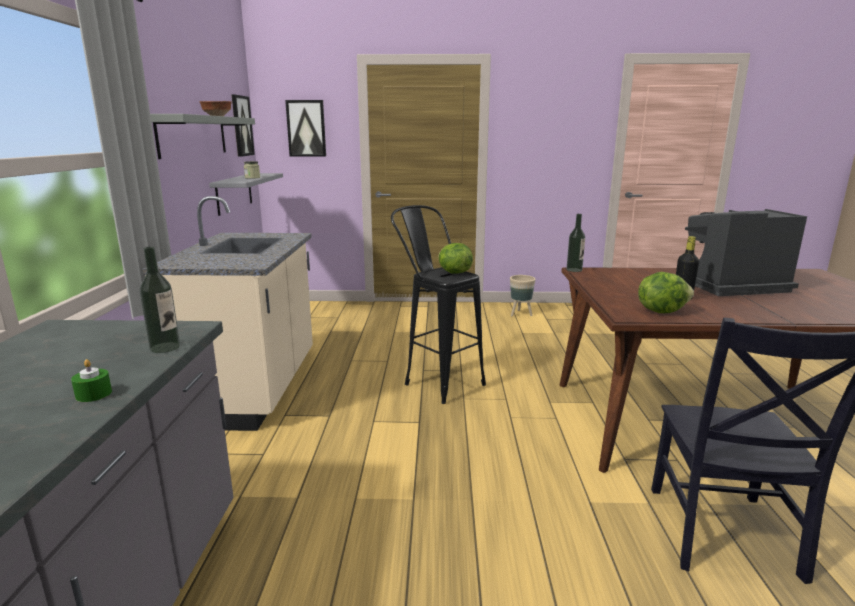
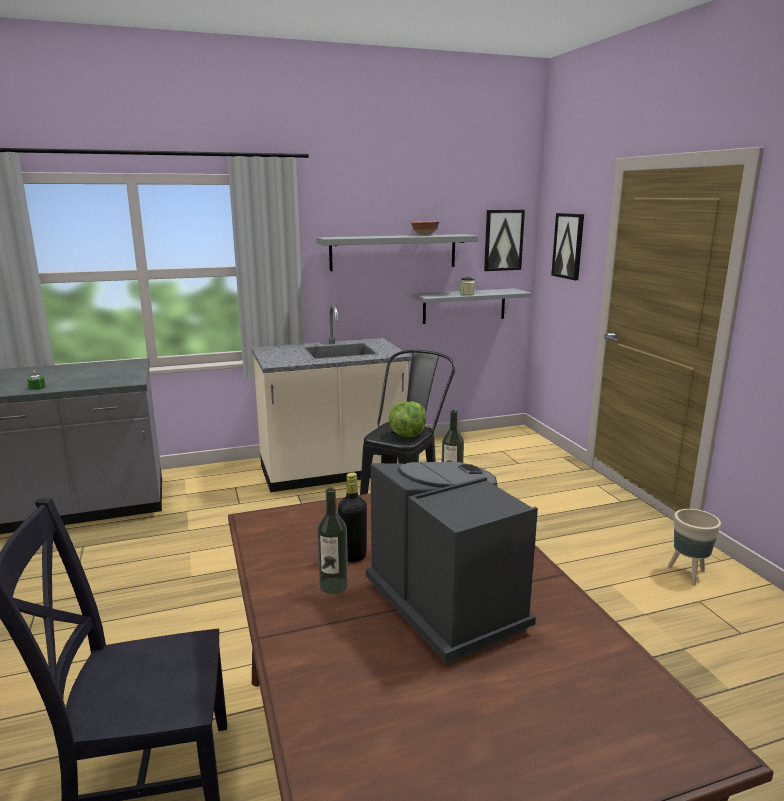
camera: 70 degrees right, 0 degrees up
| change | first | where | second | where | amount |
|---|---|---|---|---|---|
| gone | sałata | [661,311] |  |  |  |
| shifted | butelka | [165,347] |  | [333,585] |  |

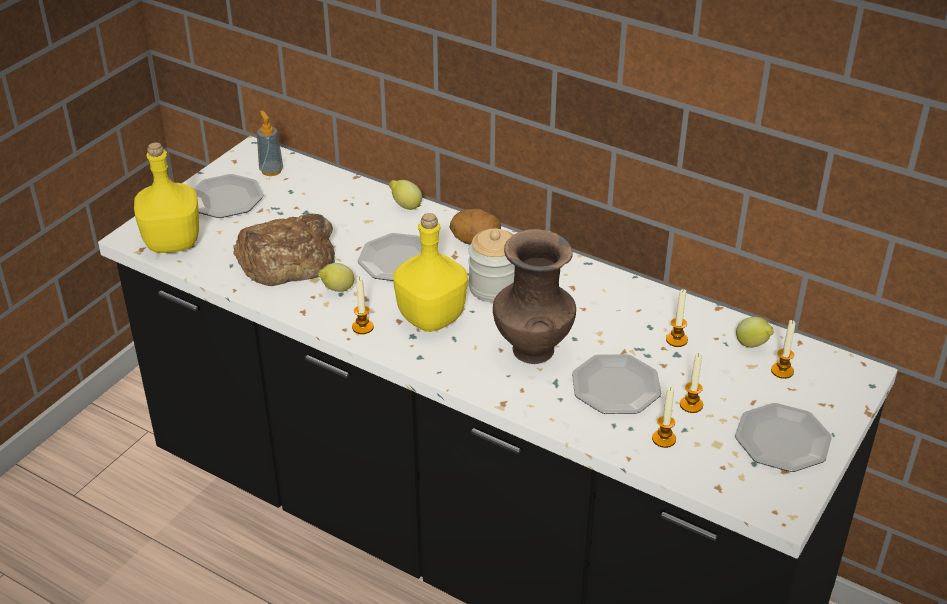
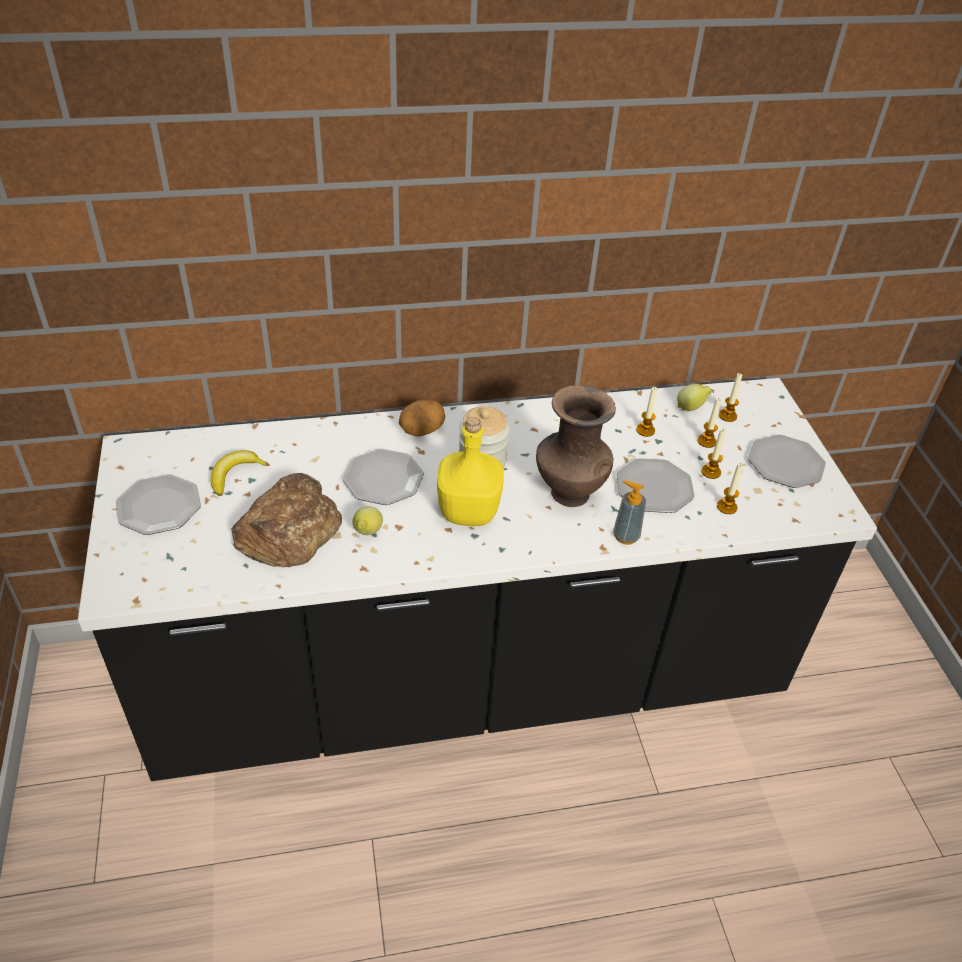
camera: 45 degrees left, 5 degrees up
| change | first | where | second | where | amount |
|---|---|---|---|---|---|
| gone | butelka/żółty | [172,242] |  |  |  |
| gone | cytryna | [405,206] |  |  |  |
| new |  |  | banan | [235,475] |  |
| shifted | dozownik mydła | [271,170] |  | [626,536] |  |
| shifted | świeca | [362,327] |  | [706,441] |  |

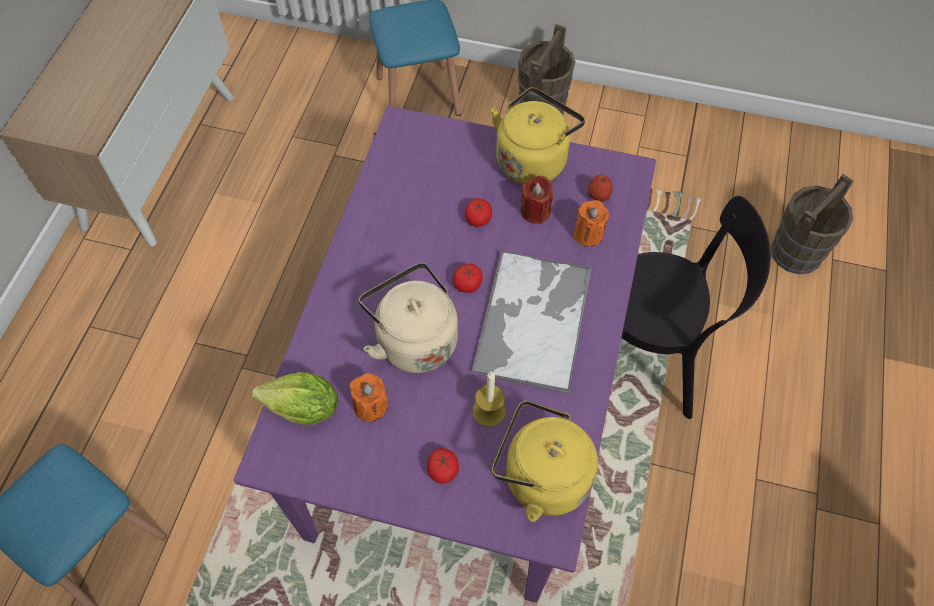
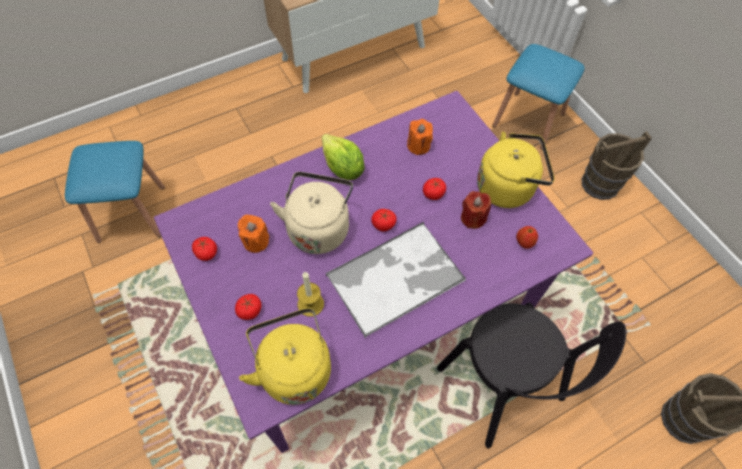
camera: 45 degrees right, 0 degrees up
| change | first | where | second | where | amount |
|---|---|---|---|---|---|
| new |  |  | pomidor | [206,252] |  |
| shifted | sałata | [304,409] |  | [342,168] |  |
| shifted | świeca/pomarańczowy | [588,234] |  | [418,146] |  |

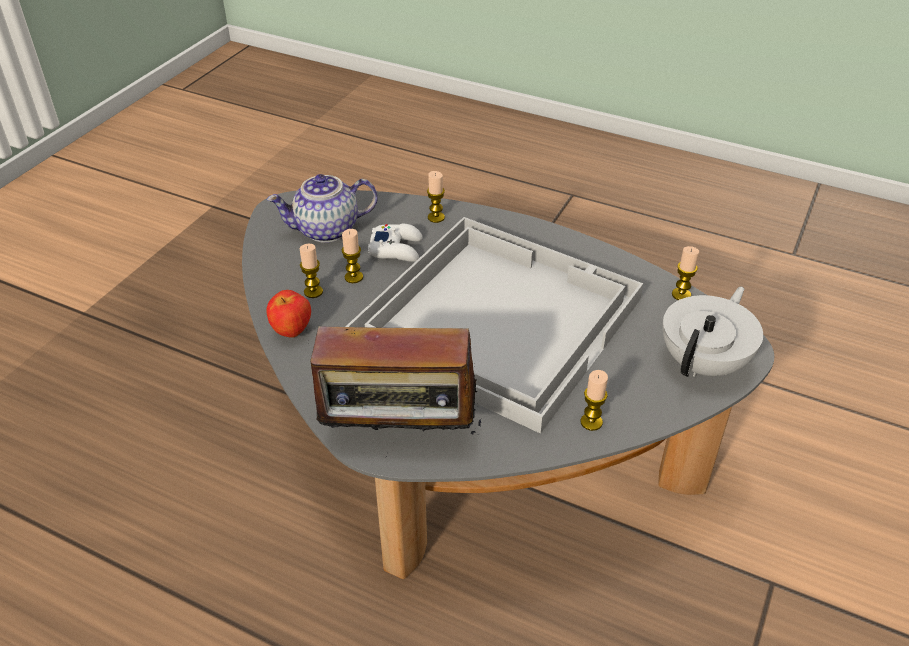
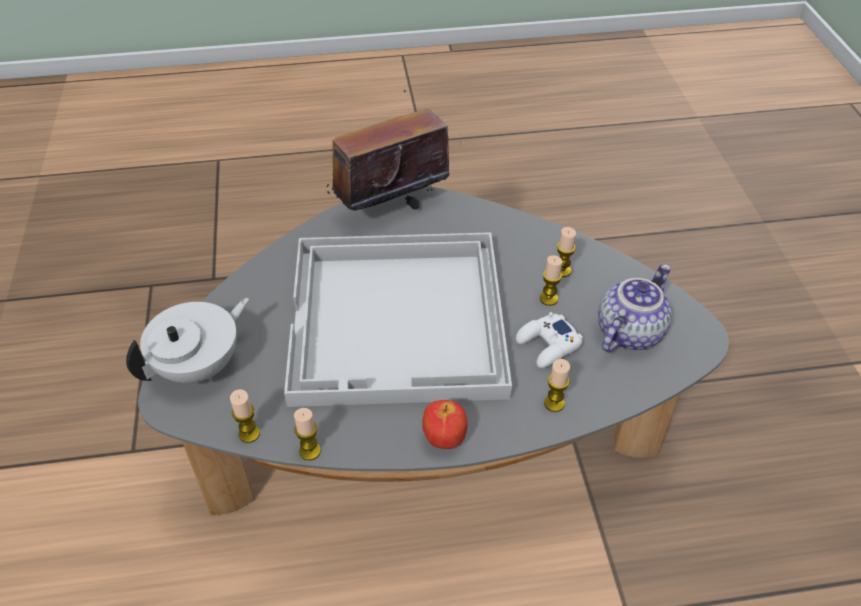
camera: 145 degrees right, 5 degrees up
| change | first | where | second | where | amount |
|---|---|---|---|---|---|
| shifted | jabłko | [292,332] |  | [443,439] |  |
| shifted | świeca | [591,422] |  | [310,451] |  |
| rotated | imbryk/biały | [704,363] |  | [200,366] | 135 degrees counterclockwise |

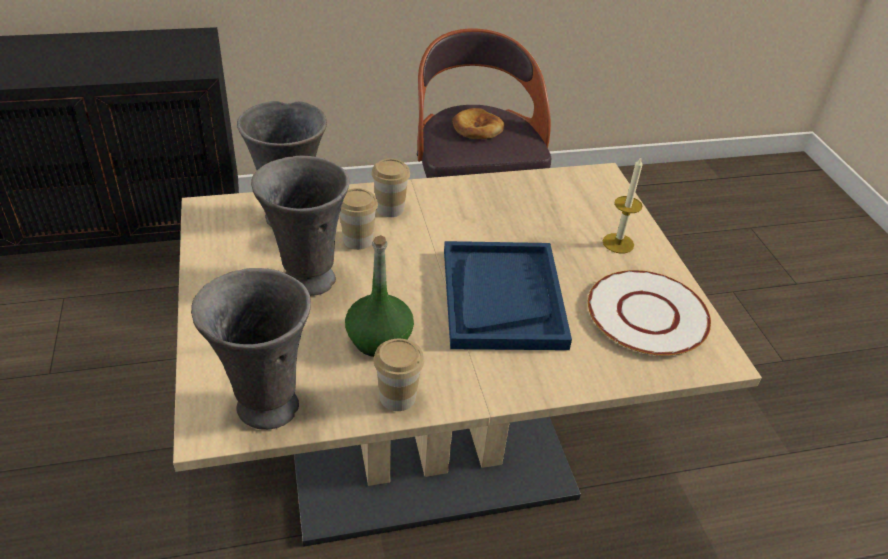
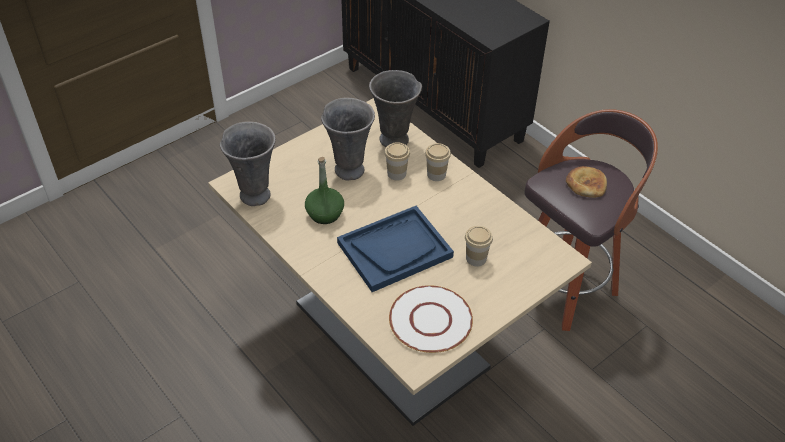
camera: 65 degrees right, 5 degrees up
| change | first | where | second | where | amount |
|---|---|---|---|---|---|
| gone | świeca | [618,243] |  |  |  |
| shifted | filiżanka | [397,397] |  | [476,258] |  |

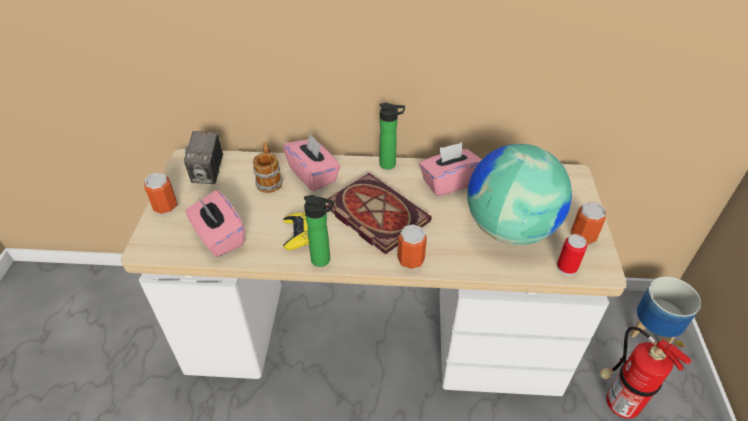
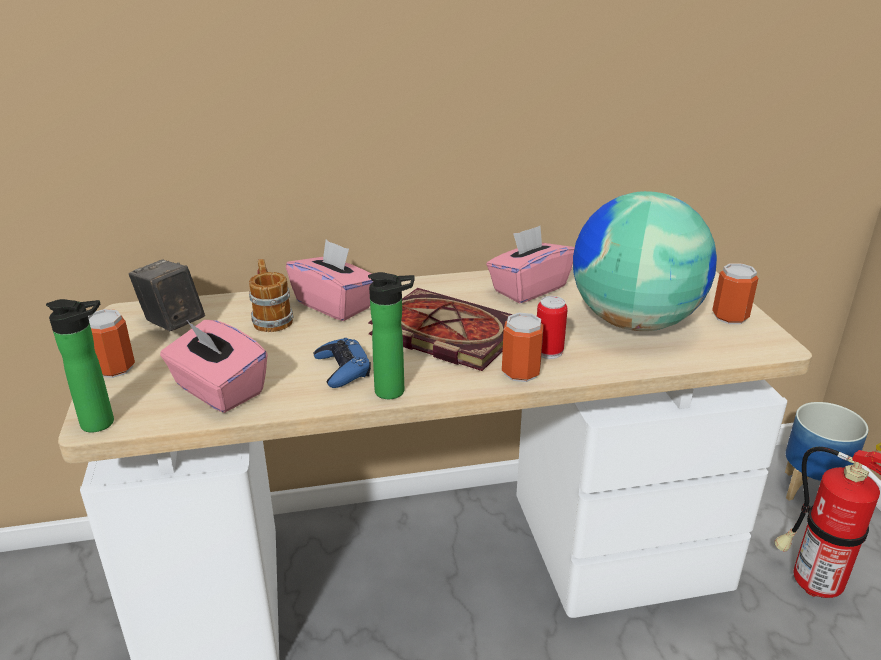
camera: 15 degrees left, 15 degrees down
| change | first | where | second | where | amount |
|---|---|---|---|---|---|
| shifted | butelka | [390,165] |  | [103,423] |  |
| shifted | puszka | [566,267] |  | [548,351] |  |
| repainted | pad do gier/żółty | [298,234] | pad do gier/niebieski | [343,369] |  |
| rotated | aparat fotograficzny | [208,173] |  | [172,323] | 150 degrees clockwise |

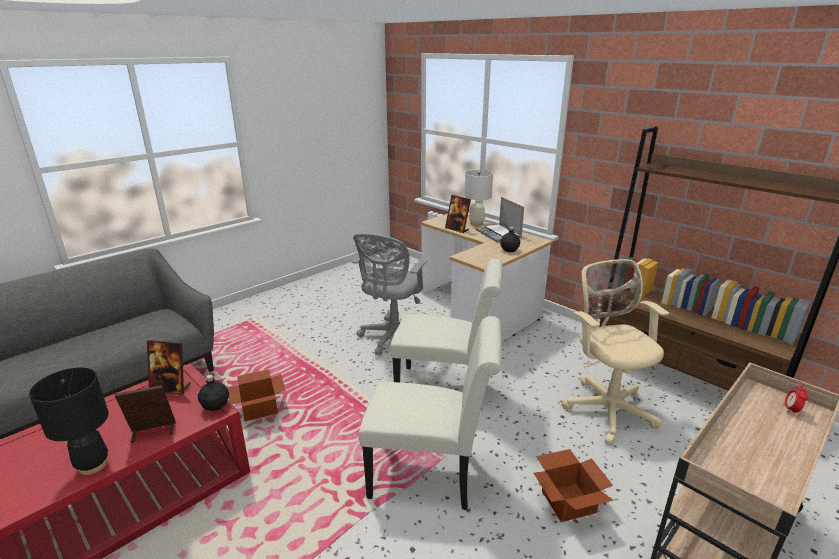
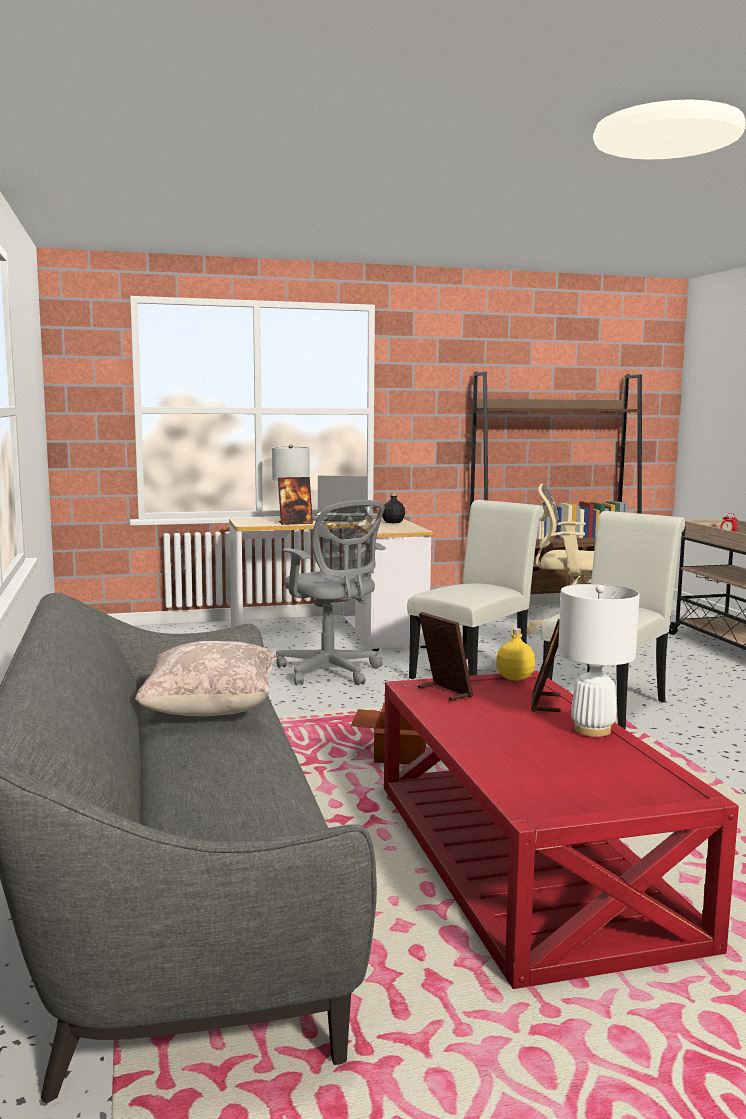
camera: 60 degrees left, 15 degrees down
| change | first | where | second | where | amount |
|---|---|---|---|---|---|
| gone | karton | [568,500] |  |  |  |
| new |  |  | poduszka/beżowy | [211,711] |  |
| repainted | lampa stołowa/czarny | [92,465] | lampa stołowa/biały | [592,730] |  |
| repainted | butelka/czarny | [216,405] | butelka/żółty | [515,677] |  |
| rotated | ramka na zdjęcie | [171,388] |  | [444,692] | 75 degrees counterclockwise |

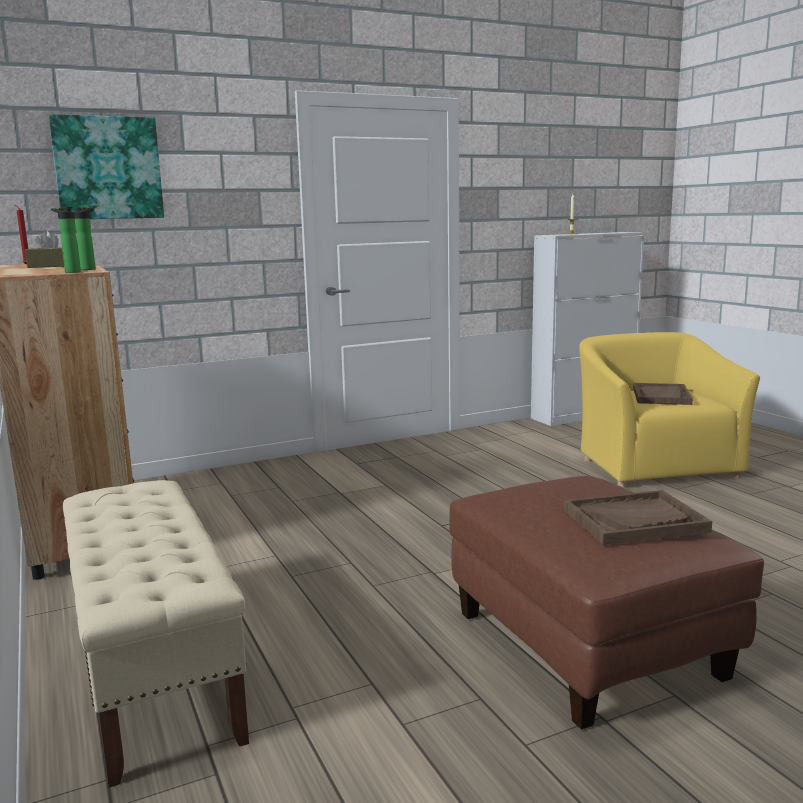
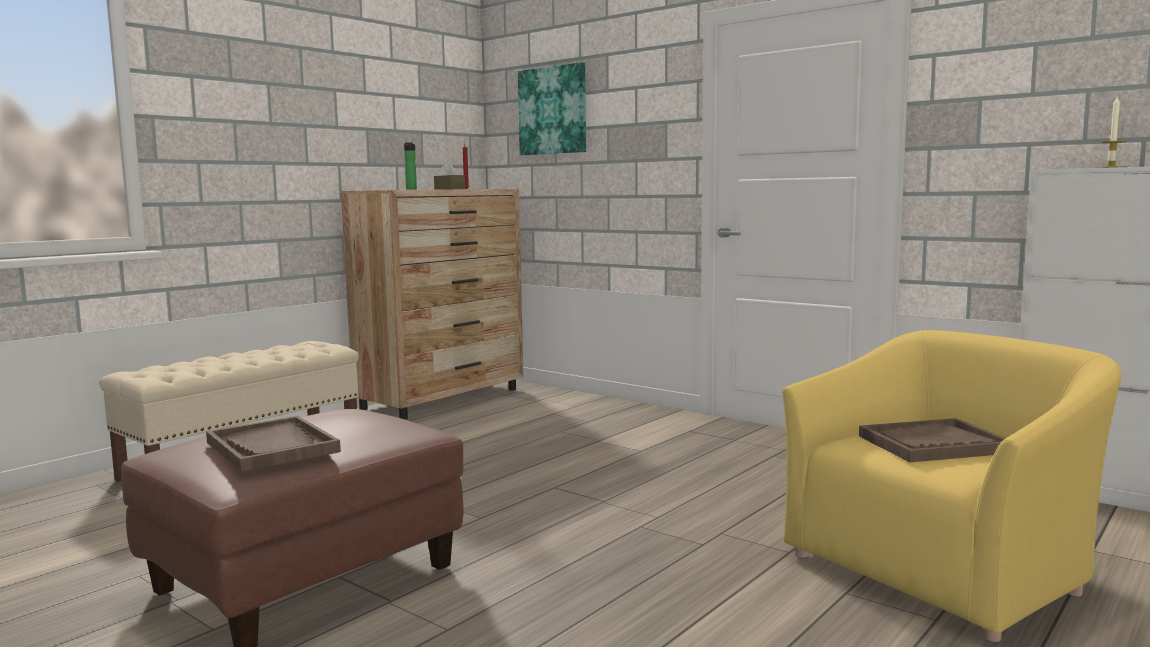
camera: 65 degrees right, 5 degrees down
| change | first | where | second | where | amount |
|---|---|---|---|---|---|
| gone | butelka | [70,272] |  |  |  |

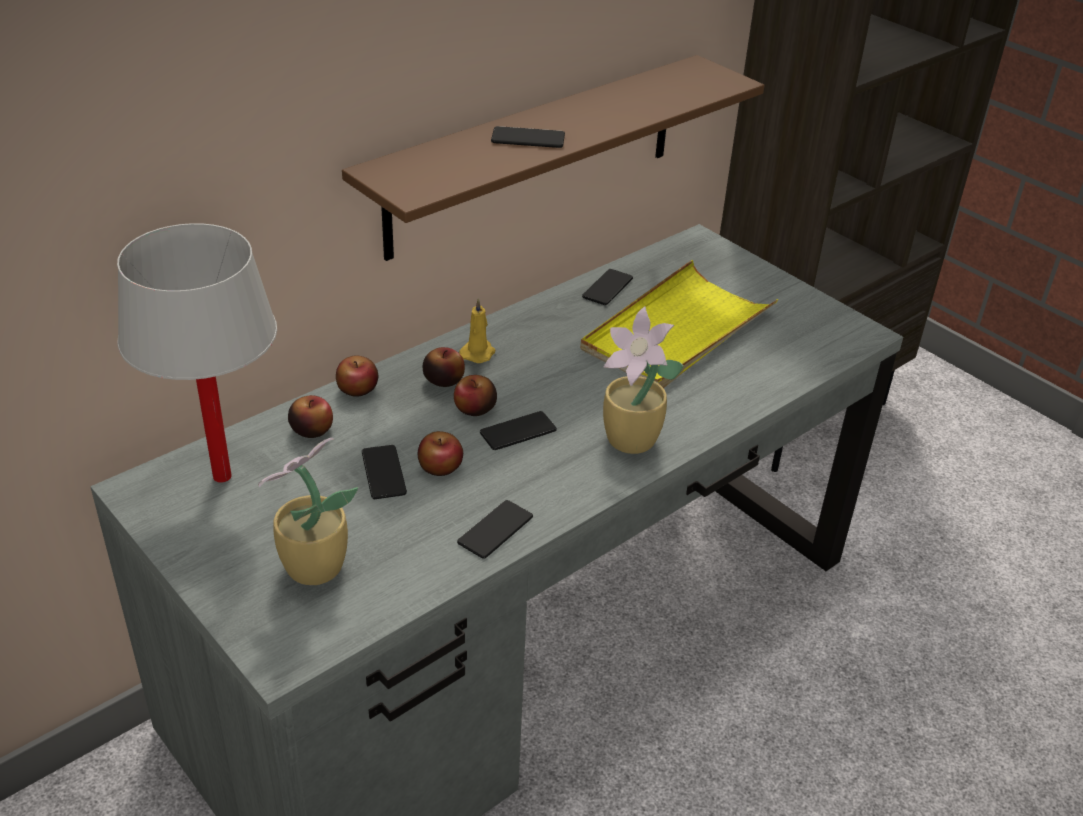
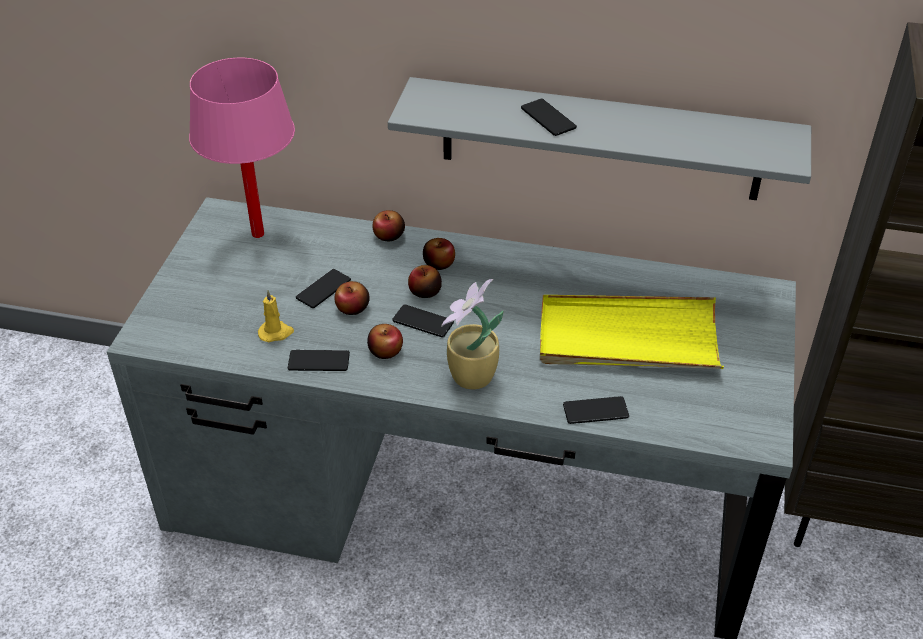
camera: 55 degrees right, 5 degrees up
| change | first | where | second | where | amount |
|---|---|---|---|---|---|
| gone | roślina doniczkowa | [311,568] |  |  |  |
| shifted | jabłko | [312,429] |  | [385,351] |  |
| shifted | świeca/żółty | [478,353] |  | [276,332] |  |
| shifted | telefon | [607,288] |  | [595,411] |  |
| repainted | lampa stołowa/biały | [222,476] | lampa stołowa/różowy | [258,234] |  |
| repainted | półka/brązowy | [535,155] | półka/szary | [600,139] |  |

